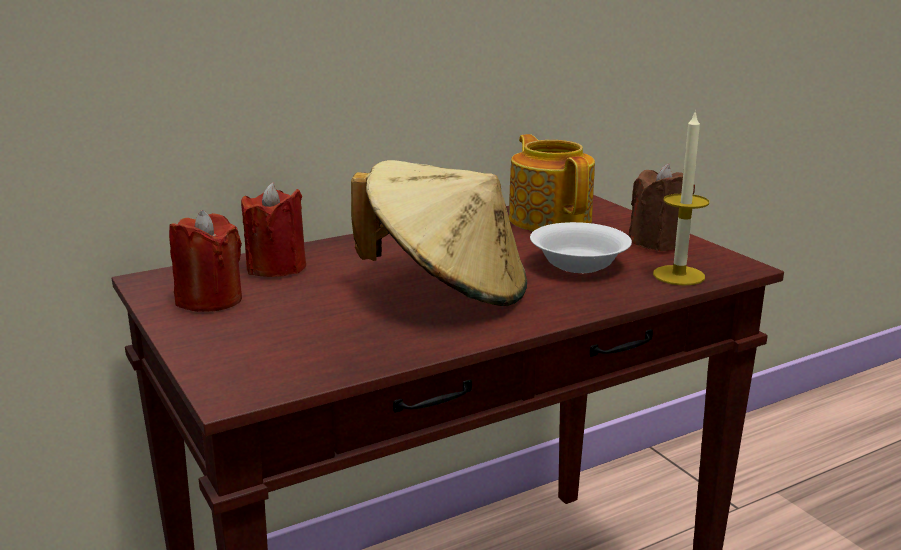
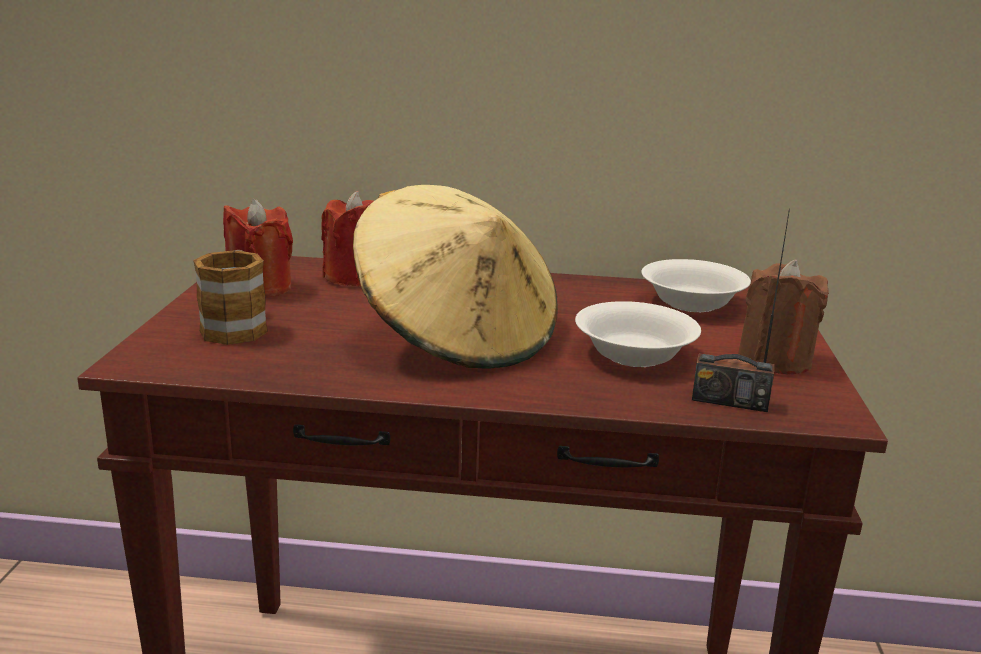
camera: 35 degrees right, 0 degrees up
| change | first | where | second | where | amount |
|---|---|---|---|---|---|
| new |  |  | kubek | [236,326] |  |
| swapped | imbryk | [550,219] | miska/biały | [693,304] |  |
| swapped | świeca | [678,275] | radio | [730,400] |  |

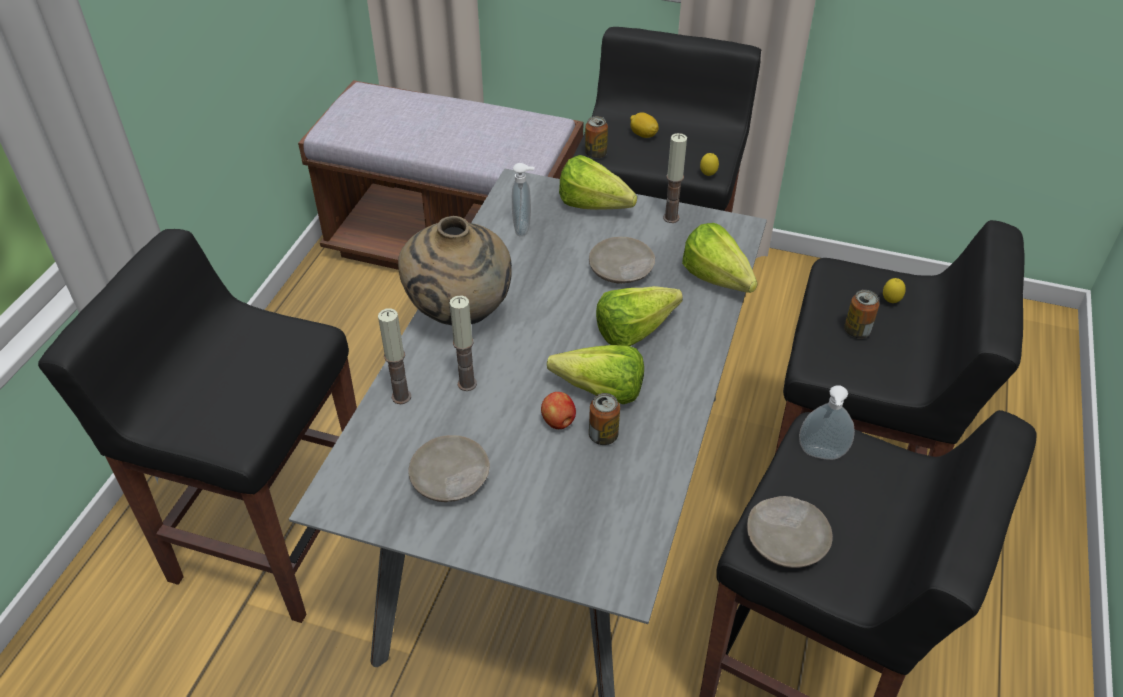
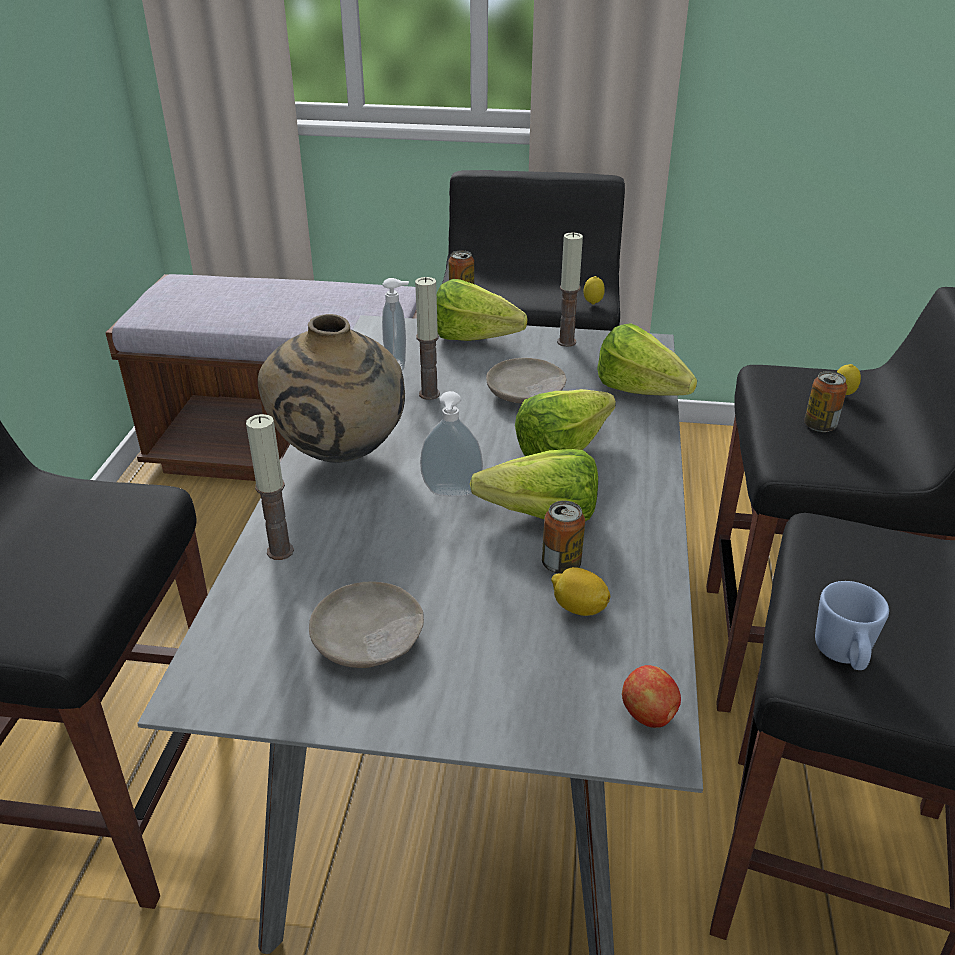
camera: 10 degrees left, 10 degrees down
| change | first | where | second | where | amount |
|---|---|---|---|---|---|
| shifted | świeca | [467,384] |  | [429,394] |  |
| shifted | jabłko | [558,422] |  | [649,715] |  |
| shifted | cytryna | [643,135] |  | [579,608] |  |
| shifted | dozownik mydła | [821,455] |  | [451,494] |  |
| swapped | talerz/beżowy | [787,540] | kubek/niebieski | [843,656] |  |

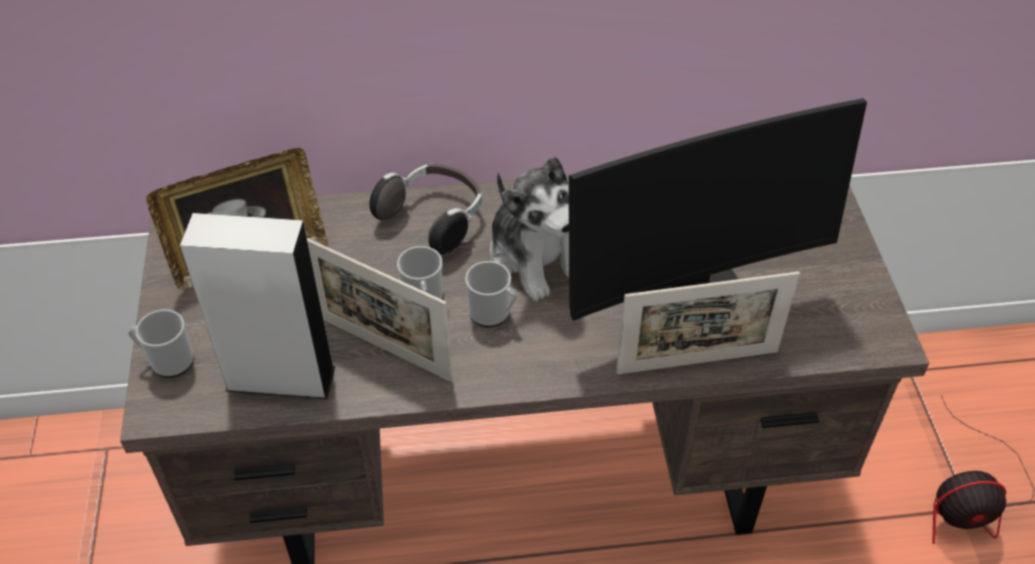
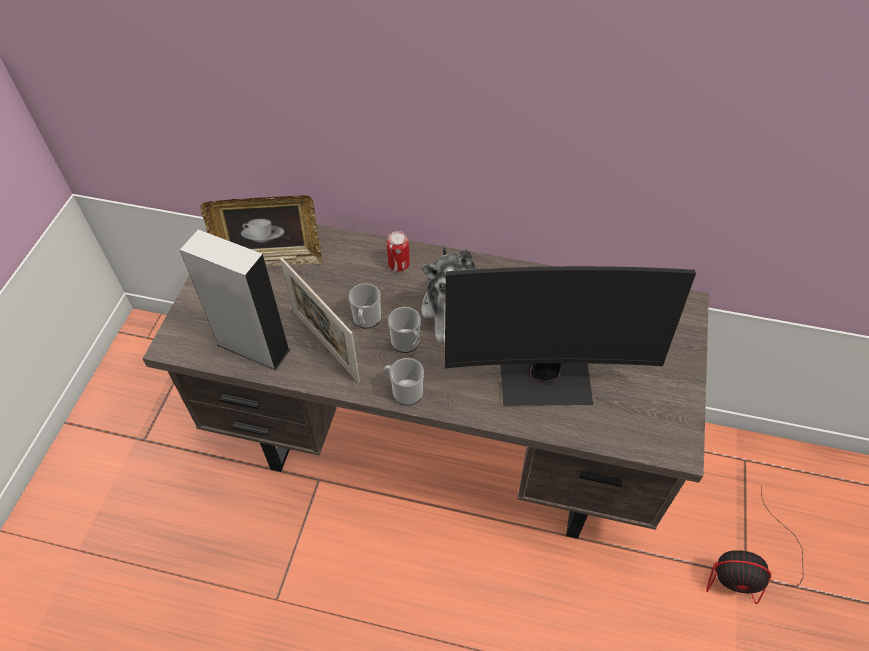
camera: 20 degrees right, 5 degrees up
| change | first | where | second | where | amount |
|---|---|---|---|---|---|
| gone | ramka na zdjęcie | [697,362] |  |  |  |
| shifted | kubek | [167,360] |  | [404,391] |  |
| swapped | słuchawki | [434,219] | puszka | [399,264] |  |

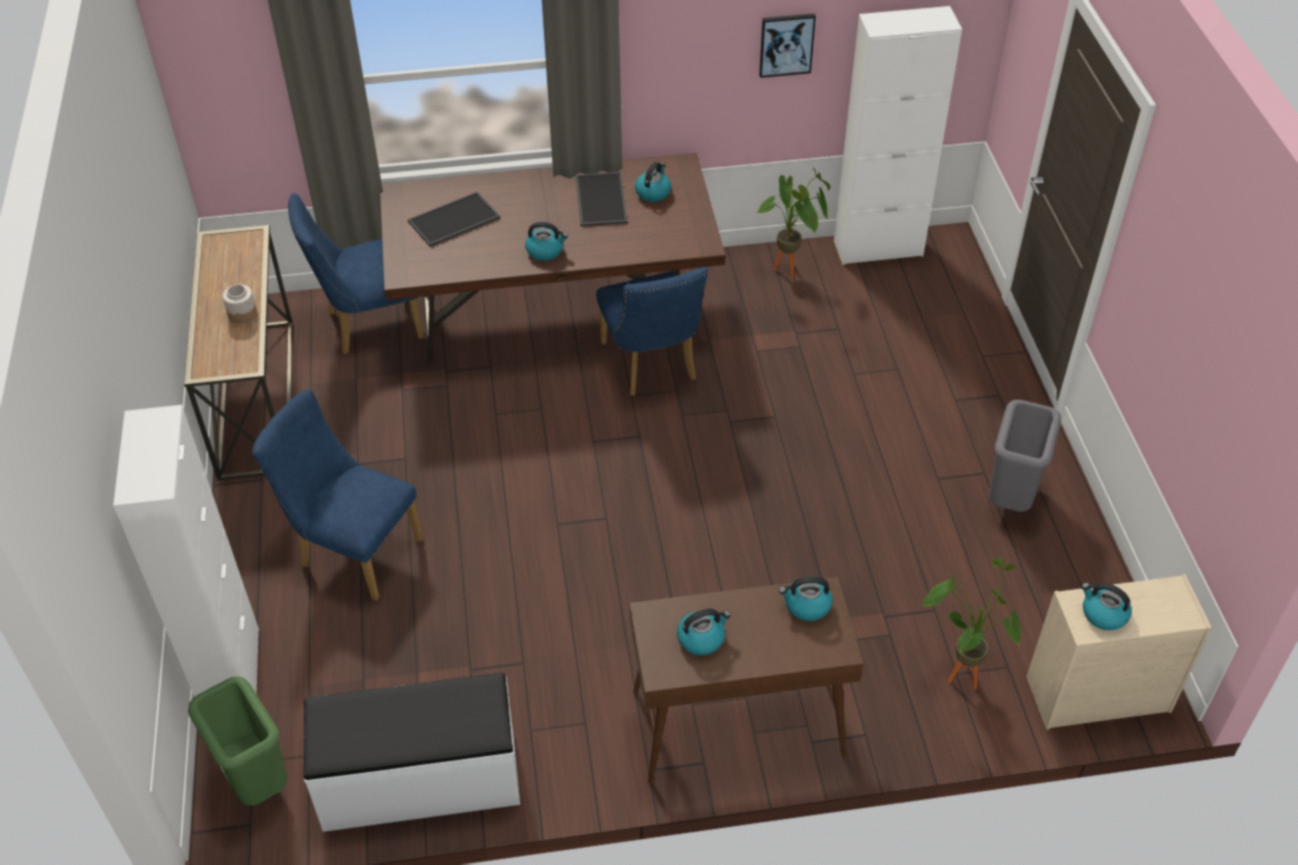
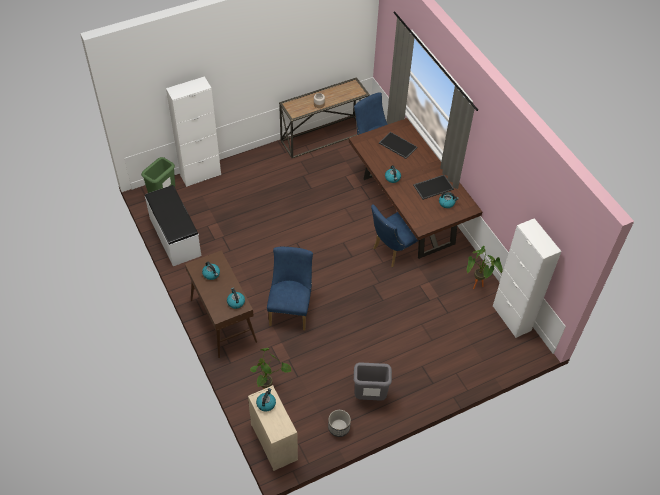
camera: 70 degrees right, 5 degrees up
| change | first | where | second | where | amount |
|---|---|---|---|---|---|
| gone | obraz | [786,44] |  |  |  |
| new |  |  | donica | [339,427] |  |
| shifted | krzesło/niebieski | [353,550] |  | [291,309] |  |

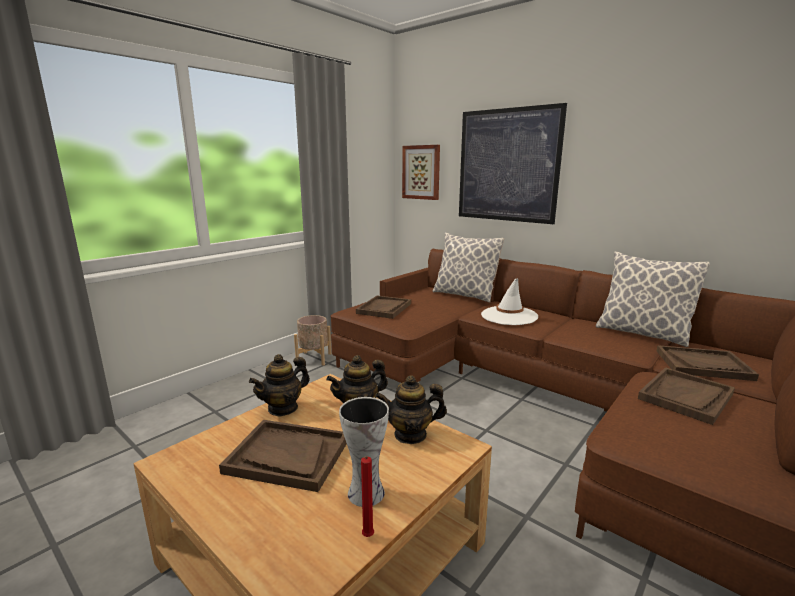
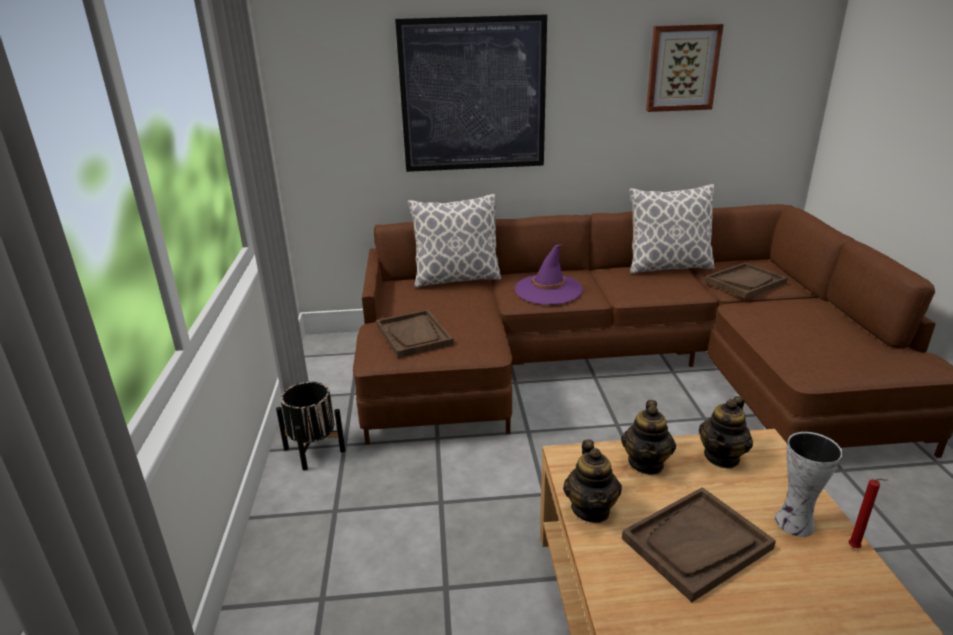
camera: 45 degrees left, 10 degrees up
| change | first | where | second | where | amount |
|---|---|---|---|---|---|
| gone | taca/brązowy | [685,396] |  |  |  |
| shifted | obraz | [421,172] |  | [682,68] |  |
| repainted | donica/beżowy | [313,358] | donica/czarny | [314,450] |  |
| repainted | kapelusz/biały | [509,316] | kapelusz/fioletowy | [548,290] |  |

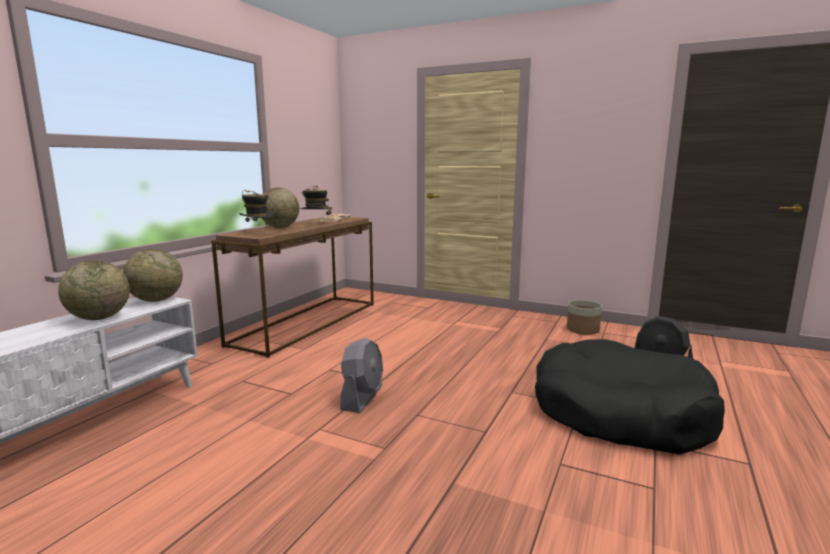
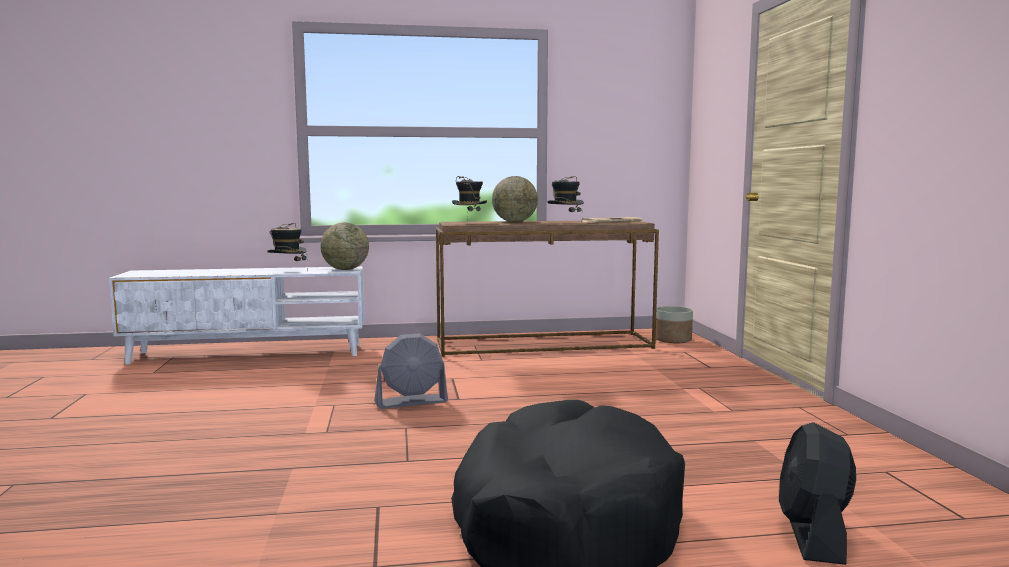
camera: 55 degrees right, 5 degrees down
| change | first | where | second | where | amount |
|---|---|---|---|---|---|
| shifted | donica | [582,330] |  | [672,340] |  |
| swapped | globus | [99,318] | kapelusz | [288,271] |  |

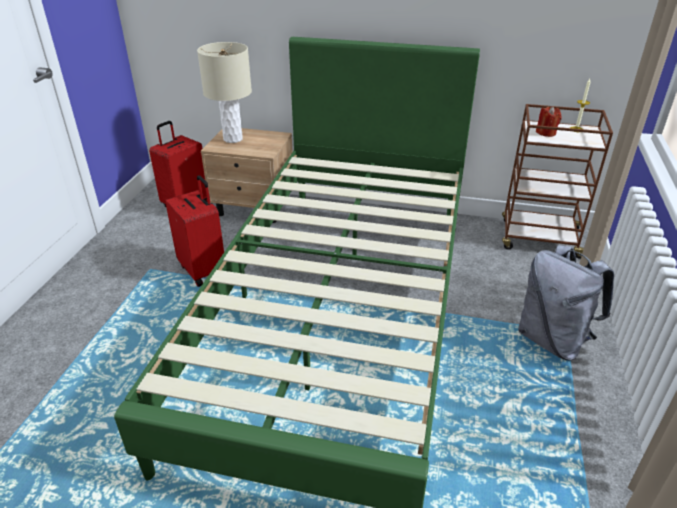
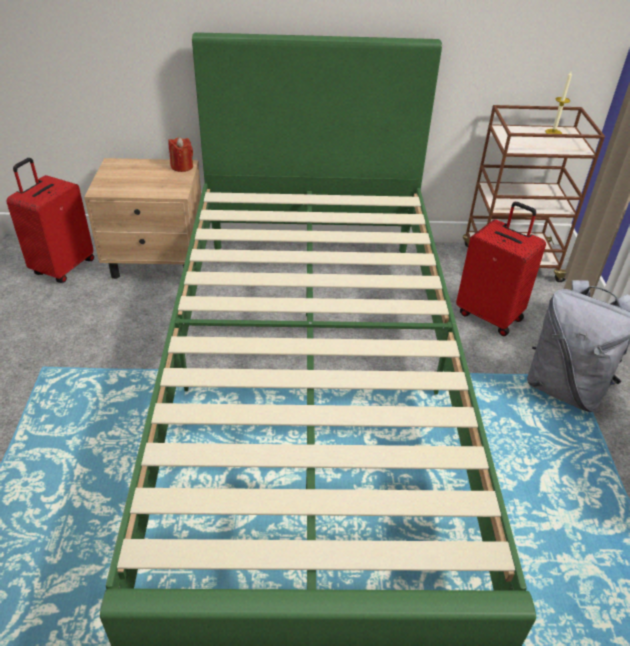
camera: 15 degrees left, 5 degrees up
| change | first | where | second | where | amount |
|---|---|---|---|---|---|
| gone | lampa stołowa/beżowy | [233,139] |  |  |  |
| shifted | walizka/czerwony | [204,270] |  | [490,315] |  |
| shifted | świeca/czerwony | [546,132] |  | [182,167] |  |

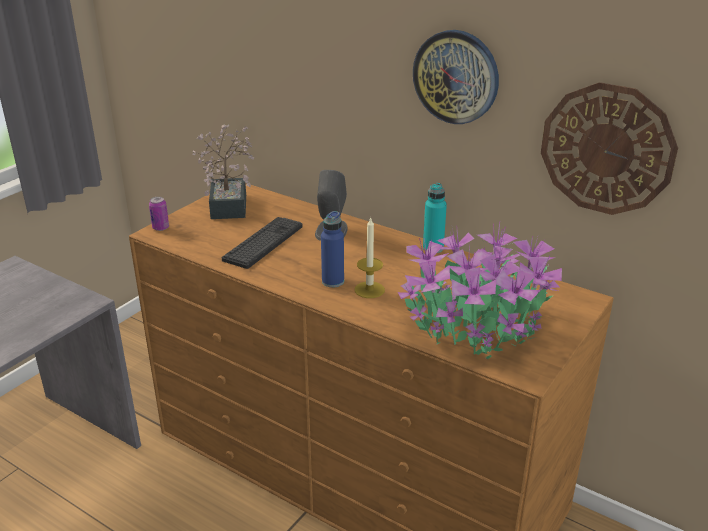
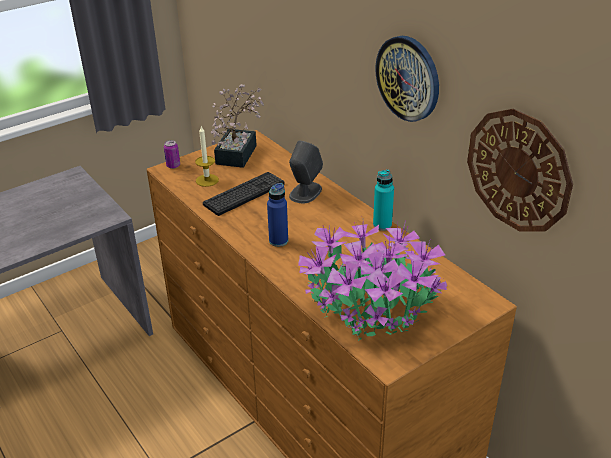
camera: 20 degrees right, 5 degrees up
| change | first | where | second | where | amount |
|---|---|---|---|---|---|
| shifted | świeca | [369,290] |  | [207,180] |  |

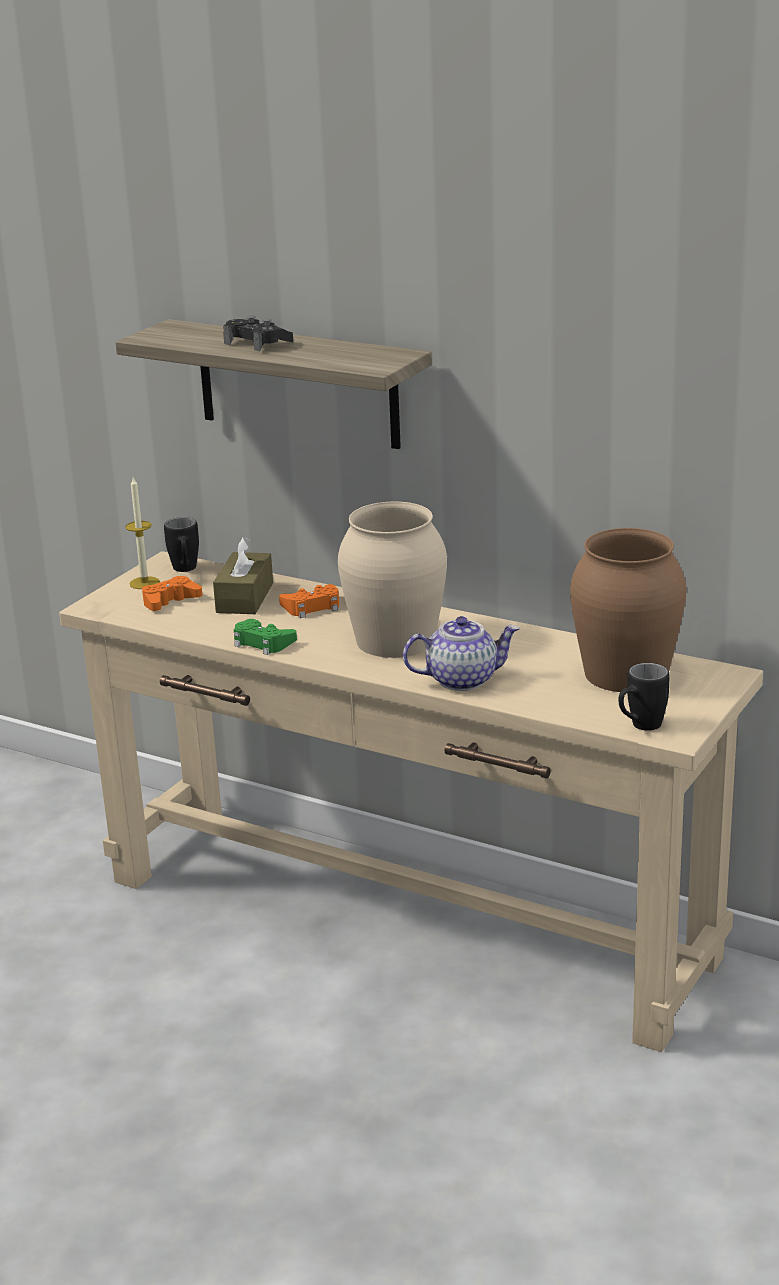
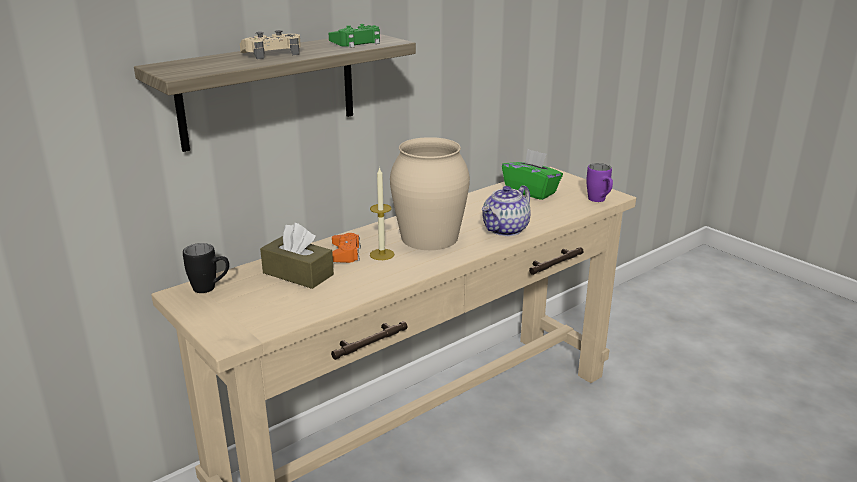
camera: 70 degrees left, 0 degrees up
| change | first | where | second | where | amount |
|---|---|---|---|---|---|
| gone | pad do gier/pomarańczowy | [170,601] |  |  |  |
| shifted | świeca | [144,583] |  | [382,254] |  |
| shifted | pad do gier/zielony | [262,643] |  | [357,43] |  |
| swapped | wazon/brązowy | [625,673] | pudełko chusteczek/zielony | [531,191] |  |
| repainted | pad do gier/czarny | [257,343] | pad do gier/beżowy | [272,54] |  |
| repainted | kubek/czarny | [640,727] | kubek/fioletowy | [599,201] |  |
| rotated | imbryk | [462,679] |  | [505,230] | 150 degrees counterclockwise |

